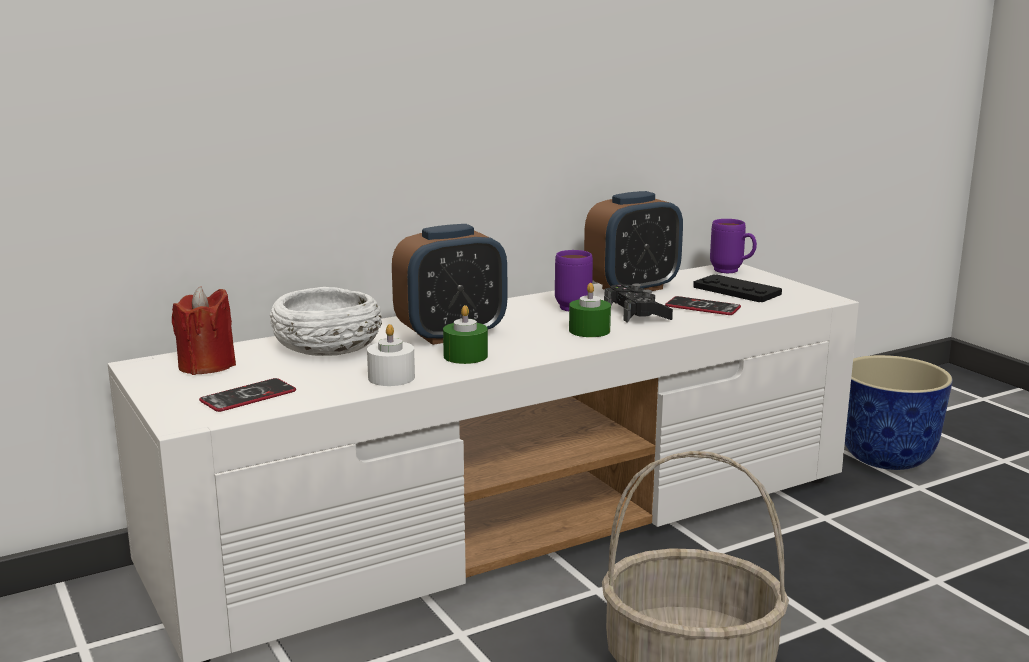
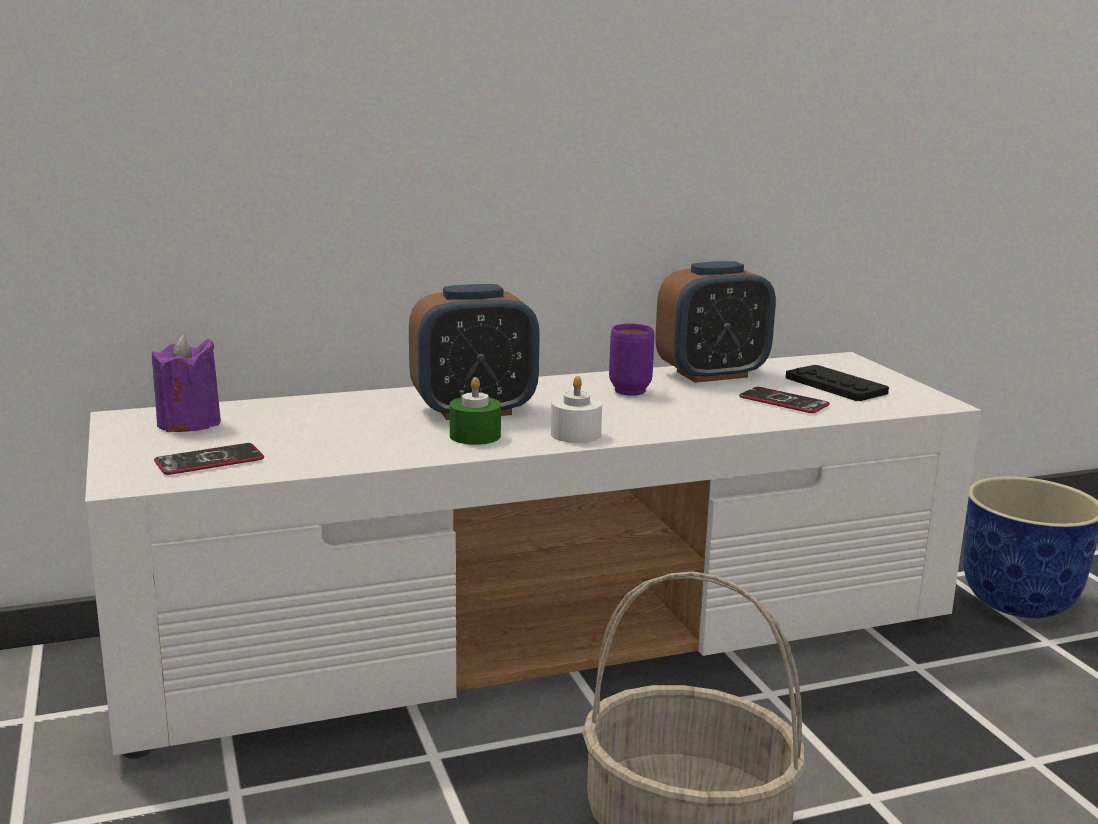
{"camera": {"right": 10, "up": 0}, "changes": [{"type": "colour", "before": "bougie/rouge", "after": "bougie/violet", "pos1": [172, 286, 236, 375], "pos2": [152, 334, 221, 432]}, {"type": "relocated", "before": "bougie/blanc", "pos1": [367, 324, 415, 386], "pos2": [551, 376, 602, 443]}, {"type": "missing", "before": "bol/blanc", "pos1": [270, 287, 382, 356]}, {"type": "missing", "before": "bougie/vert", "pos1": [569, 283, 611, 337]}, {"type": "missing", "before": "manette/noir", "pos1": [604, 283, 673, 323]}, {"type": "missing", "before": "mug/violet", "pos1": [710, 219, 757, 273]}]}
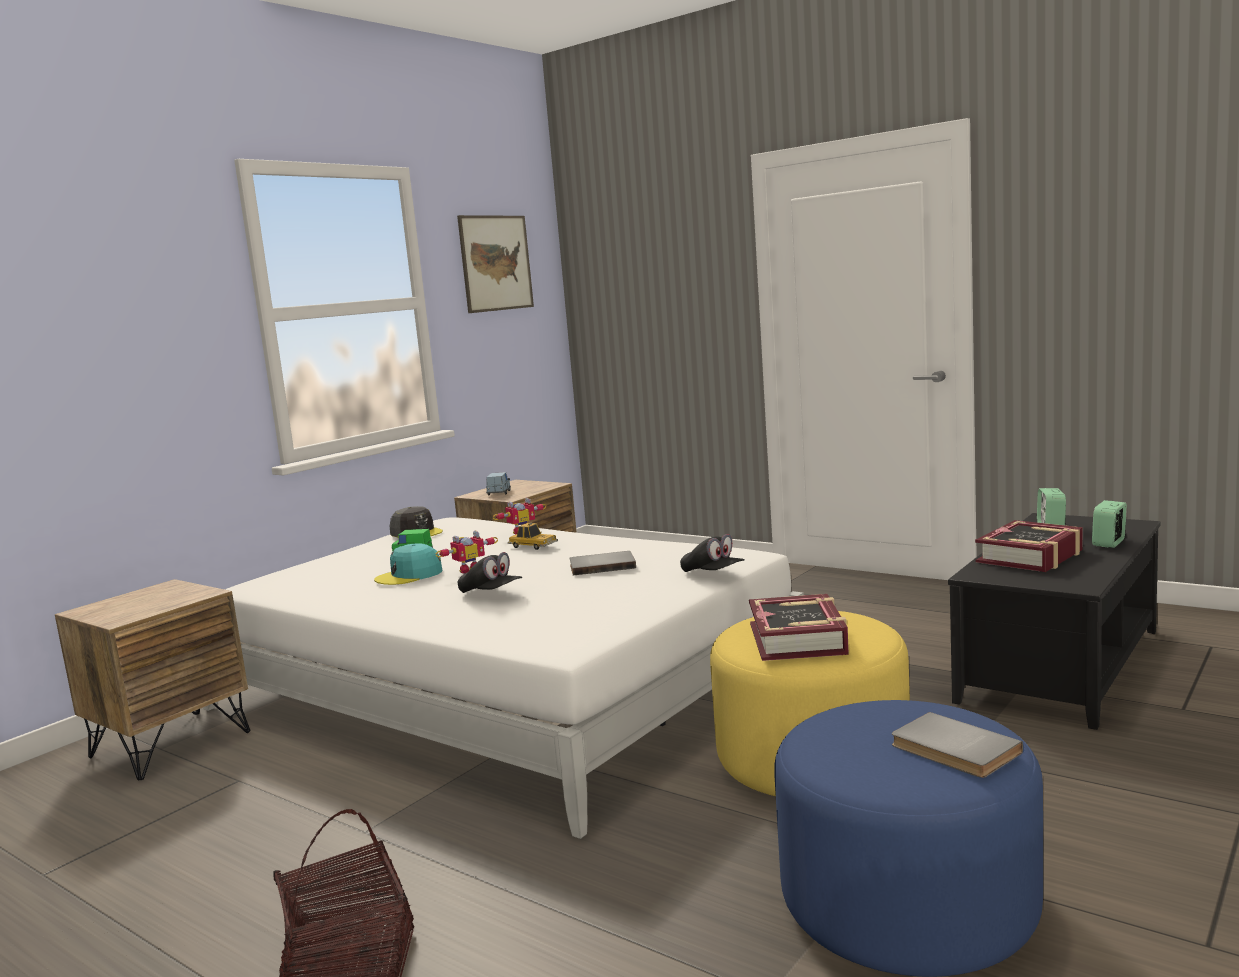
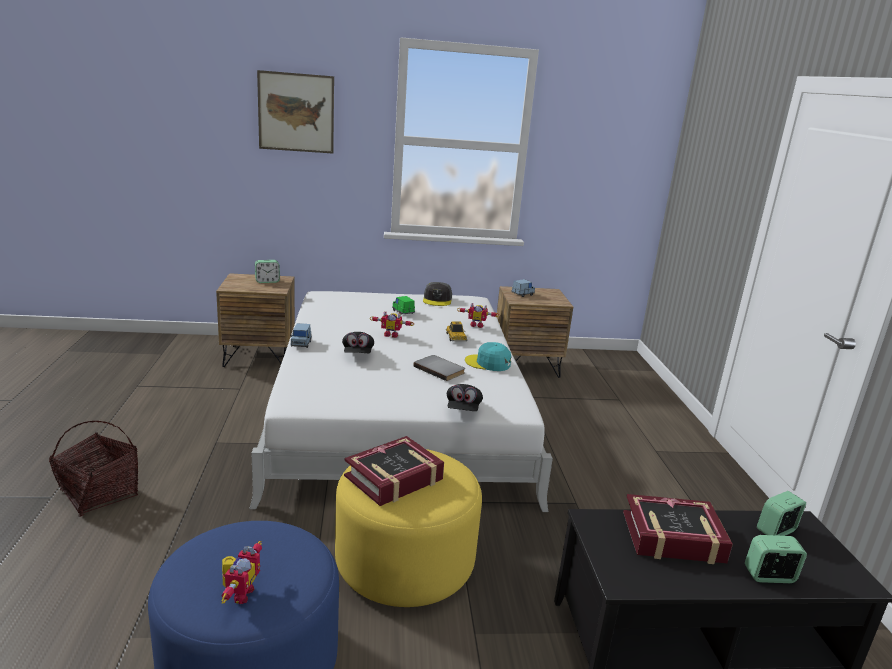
{"camera": {"right": 45, "up": 10}, "changes": [{"type": "exchanged", "before": "livre/gris", "after": "robot jouet", "pos1": [892, 712, 1023, 778], "pos2": [222, 541, 262, 604]}, {"type": "appeared", "after": "réveil", "pos2": [255, 260, 280, 283]}, {"type": "relocated", "before": "tableau", "pos1": [457, 215, 534, 313], "pos2": [257, 70, 334, 153]}, {"type": "appeared", "after": "petite voiture/bleu", "pos2": [290, 323, 312, 348]}, {"type": "relocated", "before": "casquette/turquoise", "pos1": [374, 543, 443, 585], "pos2": [465, 342, 511, 371]}]}
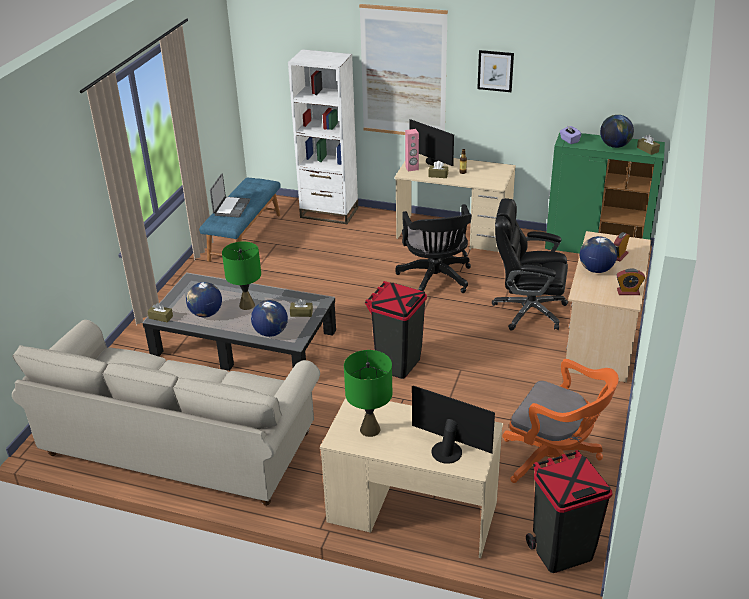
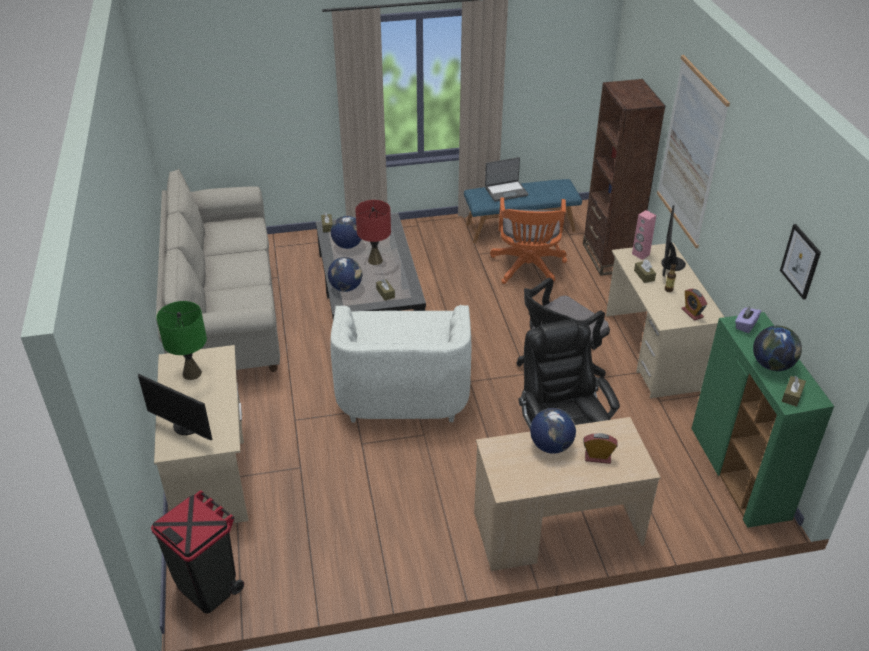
{"camera": {"right": 60, "up": 5}, "changes": [{"type": "spun", "before": "écran d'ordinateur", "pos1": [412, 386, 495, 464], "pos2": [138, 374, 212, 440], "turn": 120}, {"type": "exchanged", "before": "poubelle/noir", "after": "fauteuil/blanc", "pos1": [365, 281, 427, 379], "pos2": [330, 305, 471, 422]}, {"type": "colour", "before": "lampe de table/vert", "after": "lampe de table/rouge", "pos1": [222, 241, 261, 310], "pos2": [355, 200, 391, 265]}, {"type": "relocated", "before": "chaise de bureau/orange", "pos1": [502, 359, 619, 483], "pos2": [490, 197, 567, 284]}, {"type": "colour", "before": "bibliothèque/blanc", "after": "bibliothèque/marron", "pos1": [288, 49, 358, 224], "pos2": [583, 79, 665, 276]}, {"type": "relocated", "before": "réveil", "pos1": [616, 268, 645, 295], "pos2": [681, 289, 707, 321]}, {"type": "relocated", "before": "tableau", "pos1": [477, 50, 514, 92], "pos2": [780, 224, 821, 300]}]}
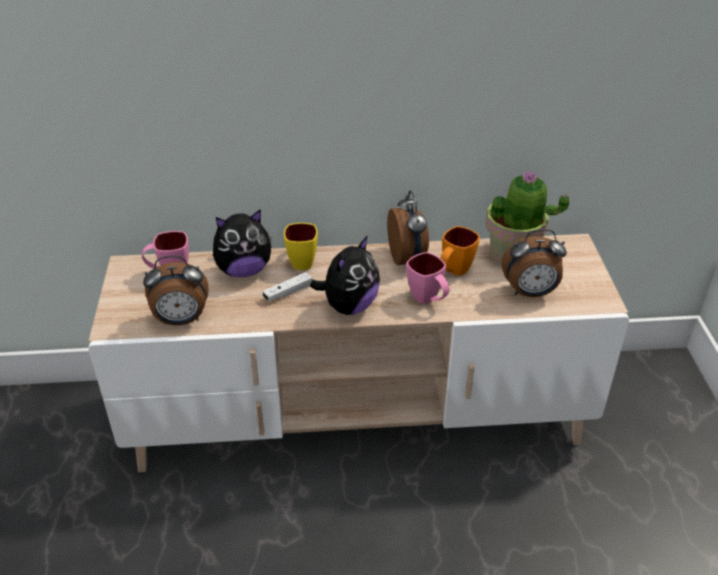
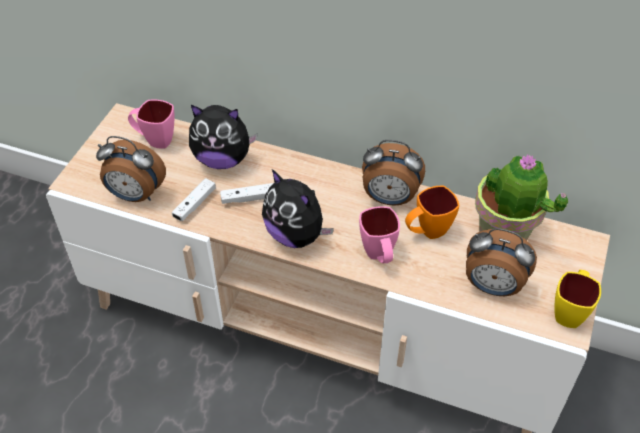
{"camera": {"right": 25, "up": 10}, "changes": [{"type": "appeared", "after": "manette/blanc", "pos2": [172, 178, 216, 221]}, {"type": "spun", "before": "peluche", "pos1": [310, 235, 380, 315], "pos2": [262, 169, 334, 248], "turn": 75}, {"type": "spun", "before": "réveil", "pos1": [387, 191, 429, 265], "pos2": [362, 140, 425, 206], "turn": 90}, {"type": "relocated", "before": "mug/jaune", "pos1": [284, 223, 318, 270], "pos2": [554, 270, 601, 328]}]}
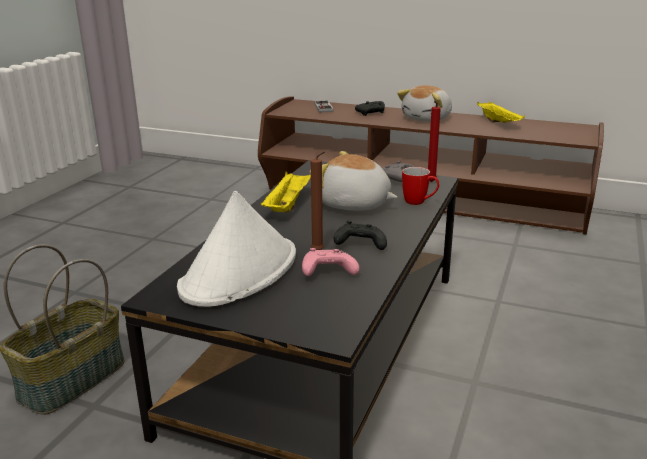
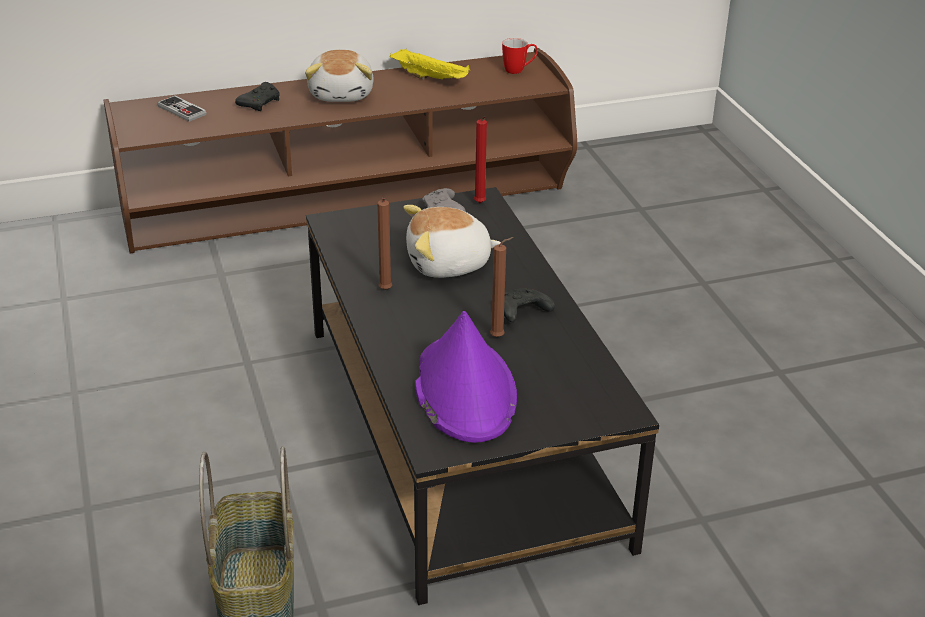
{"camera": {"right": -40, "up": 10}, "changes": [{"type": "exchanged", "before": "plateau/jaune", "after": "bougie/marron", "pos1": [260, 172, 311, 213], "pos2": [377, 198, 392, 290]}, {"type": "colour", "before": "chapeau/blanc", "after": "chapeau/violet", "pos1": [177, 191, 296, 307], "pos2": [415, 311, 517, 443]}, {"type": "relocated", "before": "mug", "pos1": [402, 167, 439, 205], "pos2": [502, 38, 538, 74]}, {"type": "missing", "before": "manette/rose", "pos1": [302, 248, 359, 276]}]}
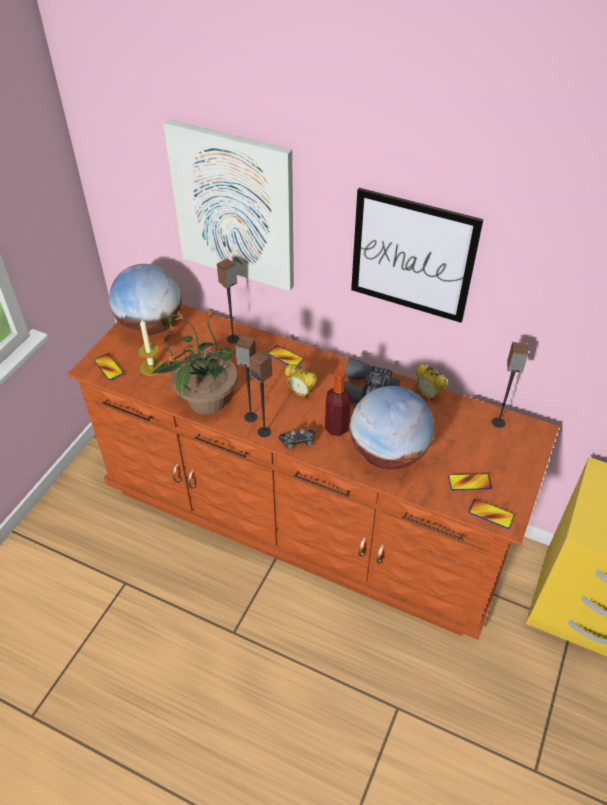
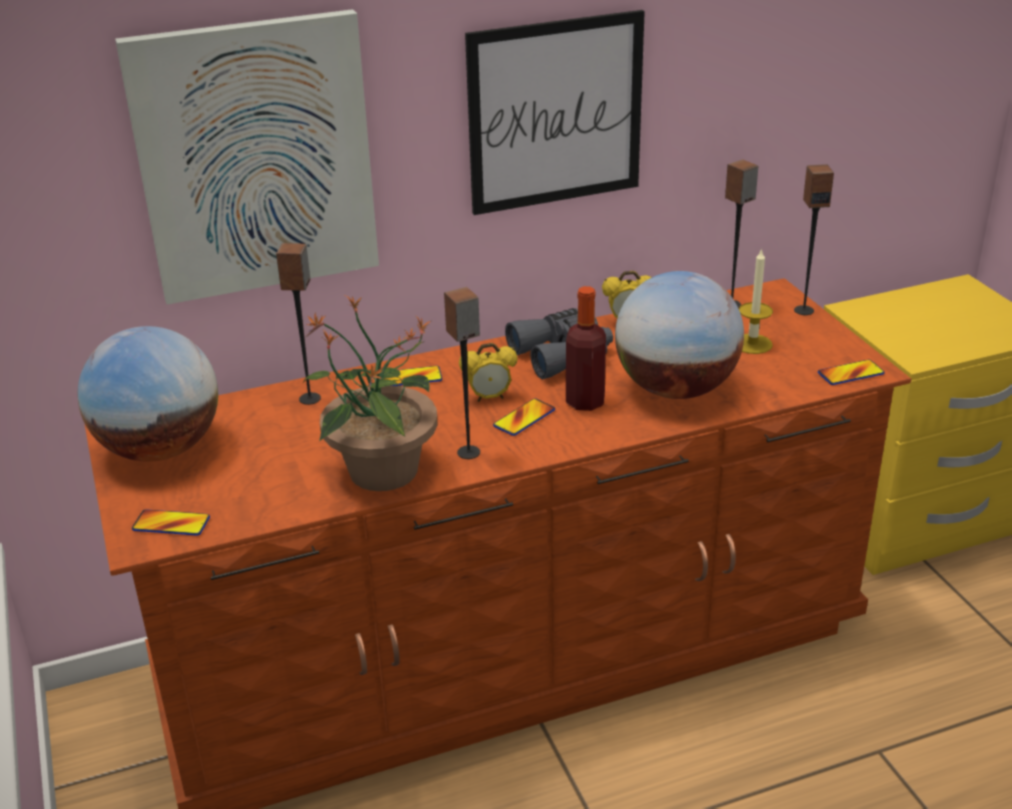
{"camera": {"right": -45, "up": -15}, "changes": [{"type": "relocated", "before": "téléphone", "pos1": [448, 474, 492, 490], "pos2": [493, 398, 555, 436]}, {"type": "relocated", "before": "bougie", "pos1": [138, 319, 163, 376], "pos2": [739, 248, 773, 354]}, {"type": "relocated", "before": "enceinte", "pos1": [249, 350, 272, 437], "pos2": [794, 164, 834, 315]}, {"type": "missing", "before": "manette", "pos1": [278, 428, 315, 450]}]}
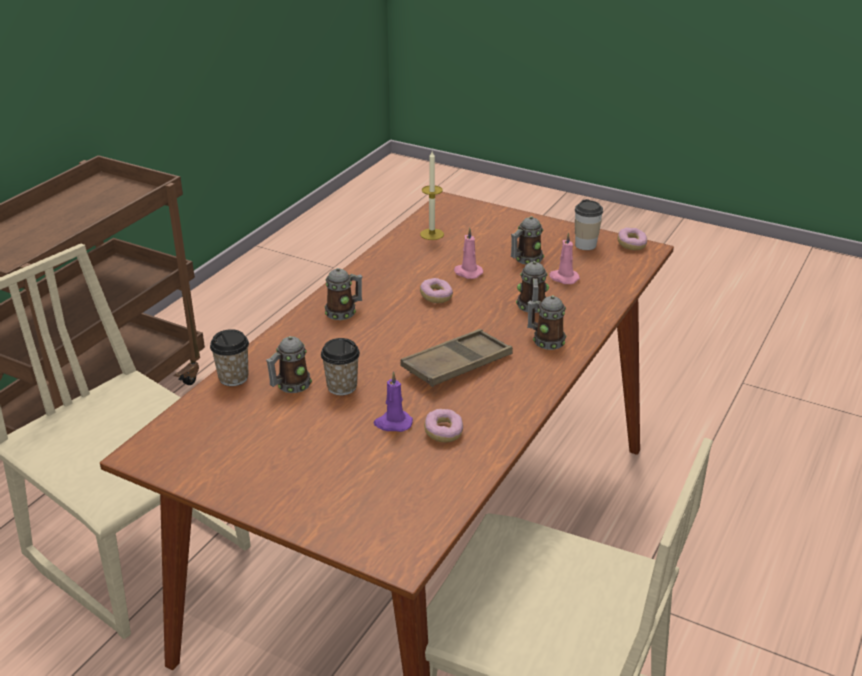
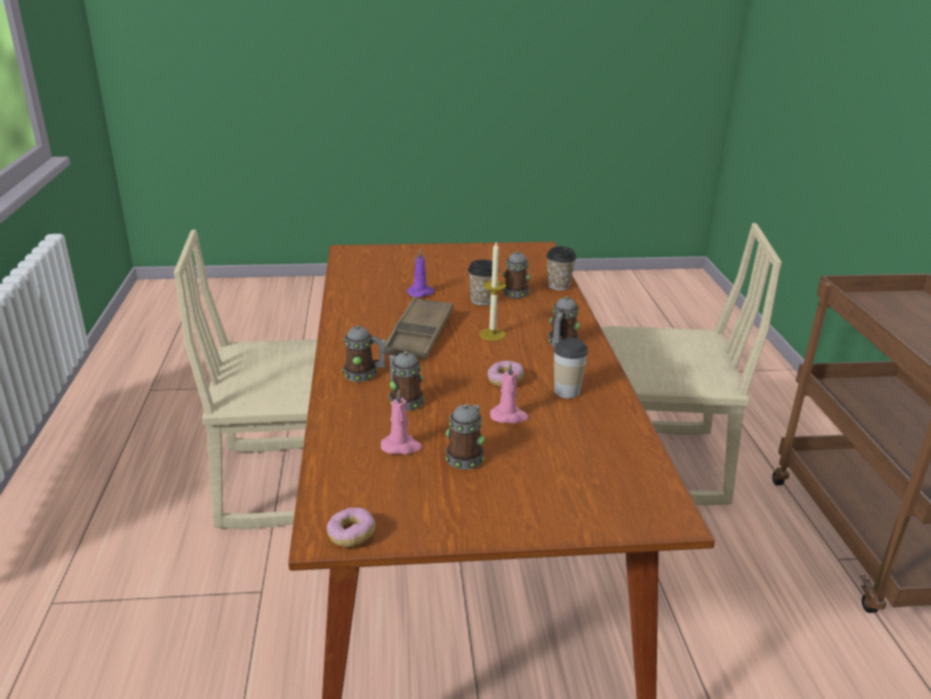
{"camera": {"right": 145, "up": -5}, "changes": [{"type": "relocated", "before": "bougie", "pos1": [420, 151, 444, 240], "pos2": [479, 242, 506, 341]}, {"type": "relocated", "before": "tasse", "pos1": [575, 199, 603, 250], "pos2": [553, 338, 588, 398]}, {"type": "missing", "before": "beignet", "pos1": [424, 409, 463, 442]}]}
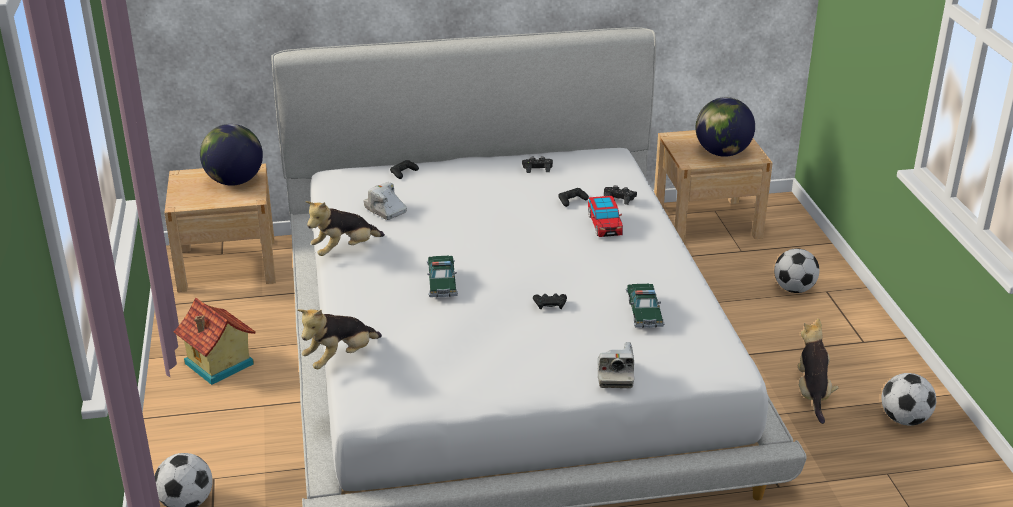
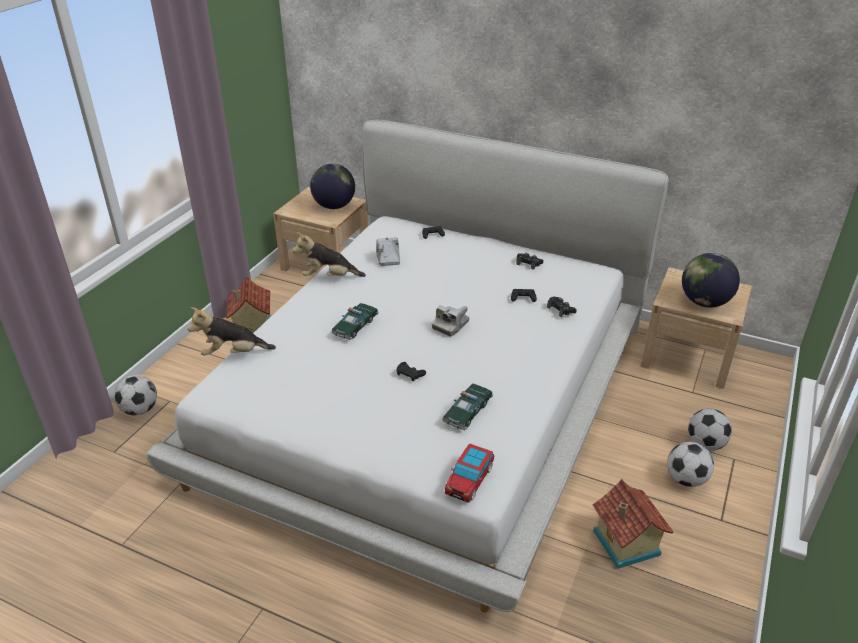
{"camera": {"right": 35, "up": 5}, "changes": [{"type": "relocated", "before": "appareil photo", "pos1": [598, 342, 634, 388], "pos2": [432, 306, 469, 336]}, {"type": "relocated", "before": "petite voiture", "pos1": [588, 196, 623, 237], "pos2": [445, 444, 494, 503]}, {"type": "exchanged", "before": "peluche", "after": "maison miniature", "pos1": [798, 318, 839, 424], "pos2": [592, 479, 673, 569]}, {"type": "relocated", "before": "ballon de foot", "pos1": [882, 373, 936, 426], "pos2": [667, 442, 714, 487]}]}
